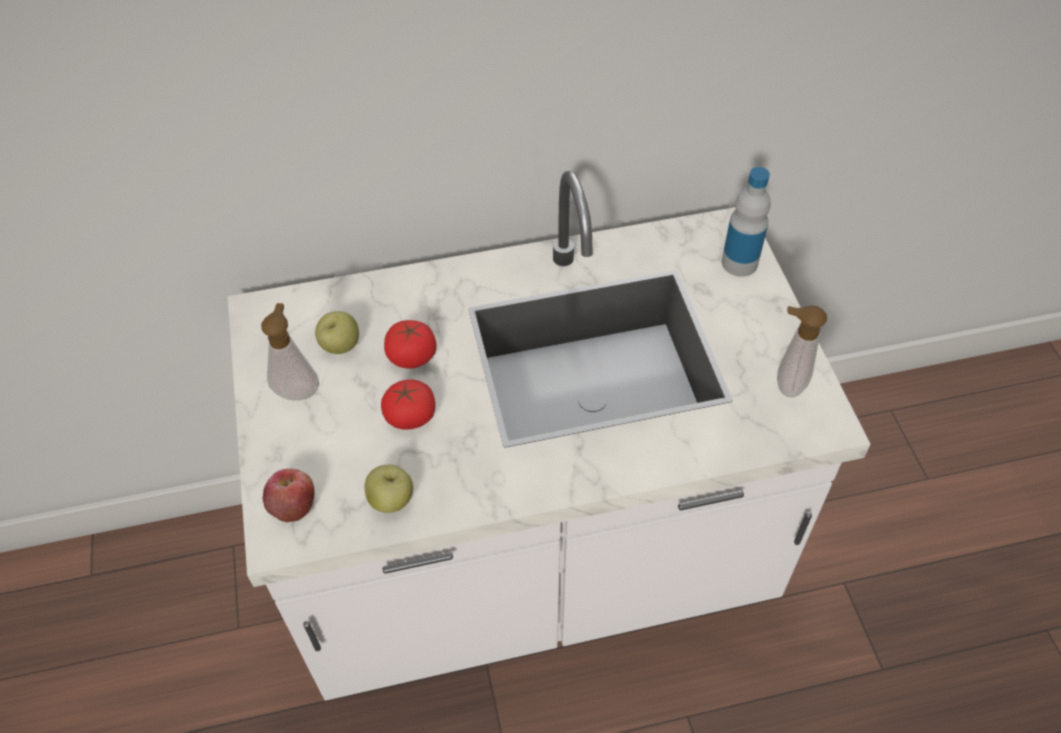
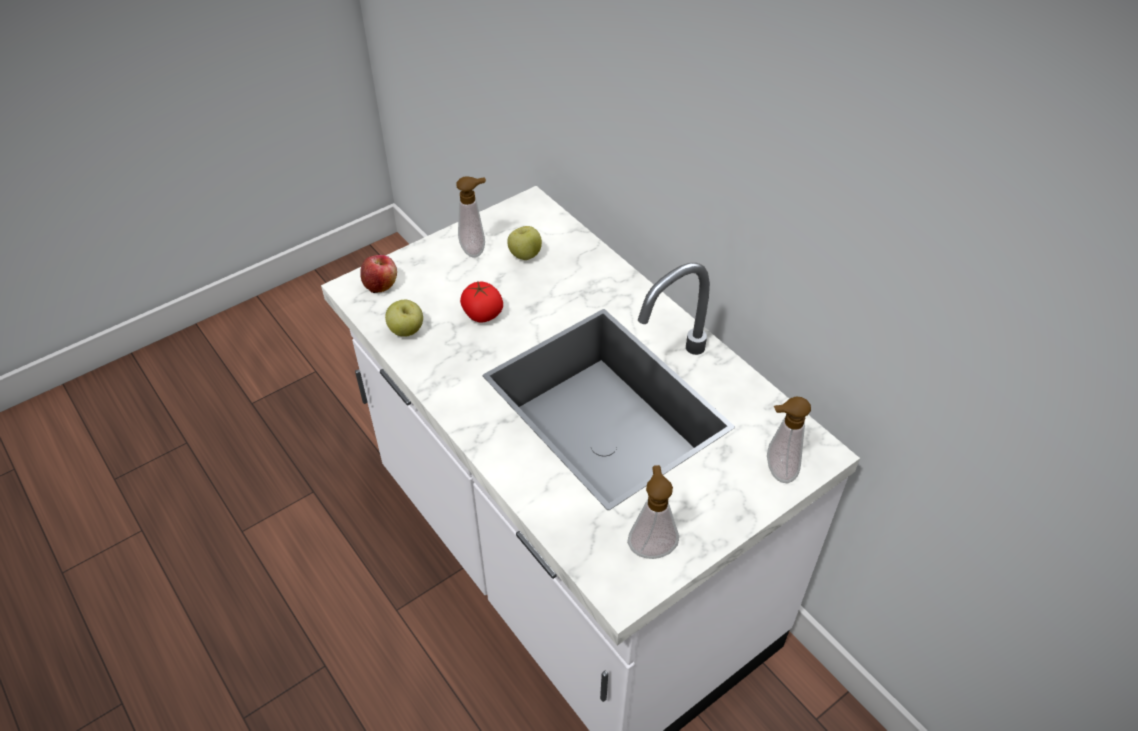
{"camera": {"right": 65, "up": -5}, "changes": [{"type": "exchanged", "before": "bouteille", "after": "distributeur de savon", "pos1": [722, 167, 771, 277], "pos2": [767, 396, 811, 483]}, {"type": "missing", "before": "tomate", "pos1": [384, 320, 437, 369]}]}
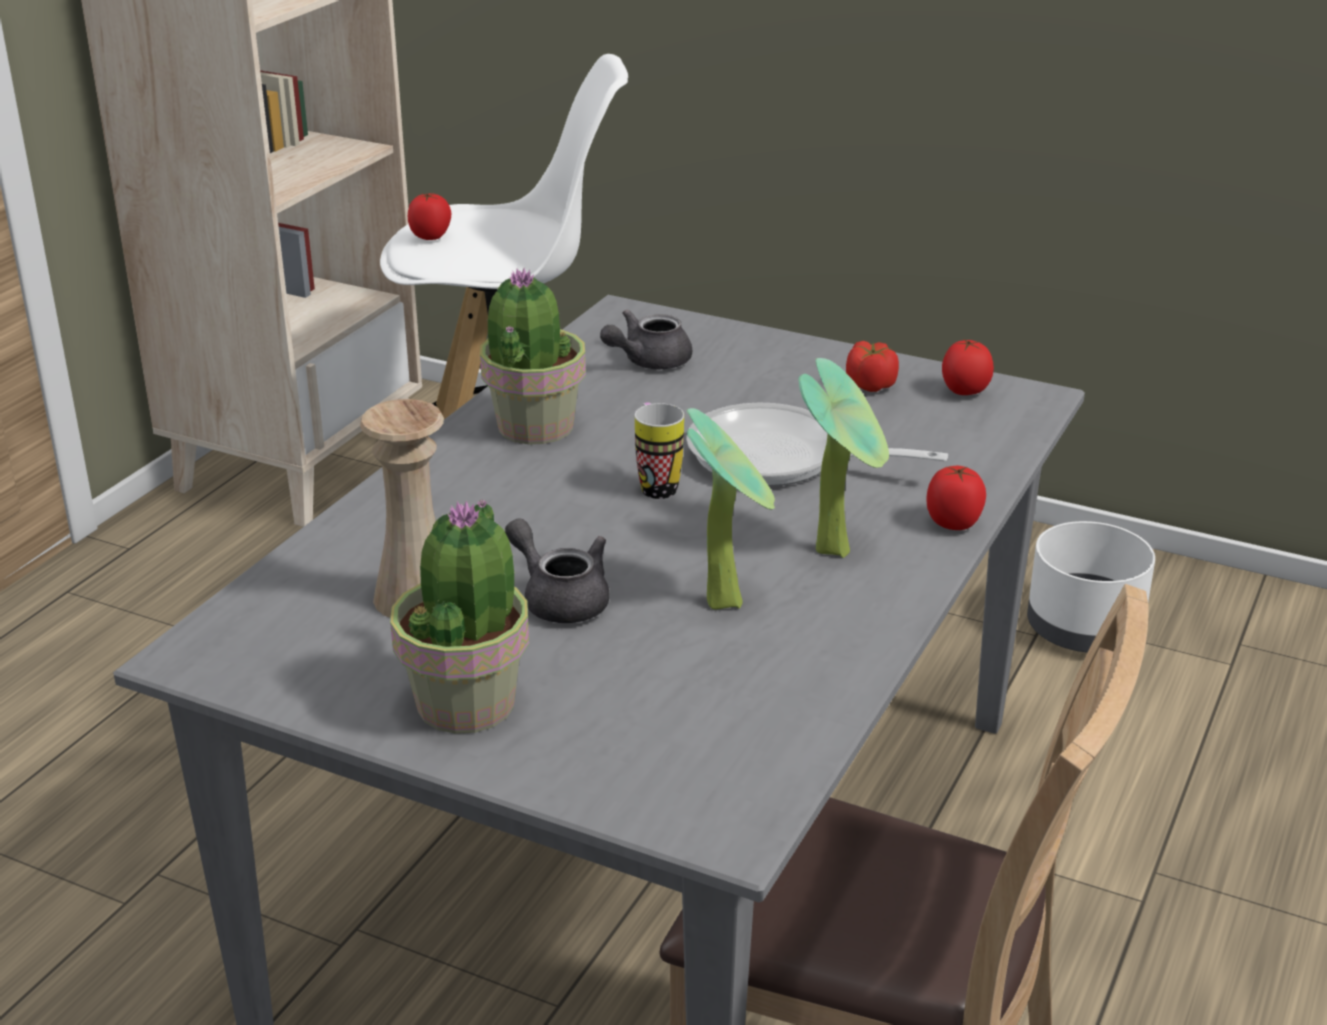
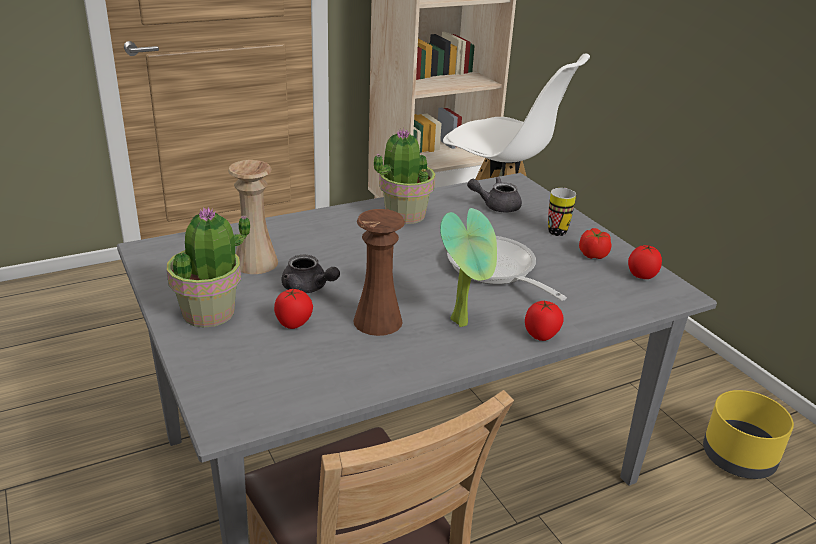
{"camera": {"right": 35, "up": 0}, "changes": [{"type": "relocated", "before": "tomate", "pos1": [408, 193, 451, 240], "pos2": [274, 289, 313, 329]}, {"type": "spun", "before": "théière/gris", "pos1": [505, 518, 610, 623], "pos2": [281, 255, 340, 293], "turn": 135}, {"type": "exchanged", "before": "plante en pot", "after": "vase/marron", "pos1": [686, 408, 775, 609], "pos2": [353, 209, 405, 336]}, {"type": "relocated", "before": "mug", "pos1": [635, 403, 684, 499], "pos2": [548, 188, 576, 236]}, {"type": "colour", "before": "cache-pot/blanc", "after": "cache-pot/jaune", "pos1": [1027, 521, 1155, 653], "pos2": [703, 390, 794, 479]}]}
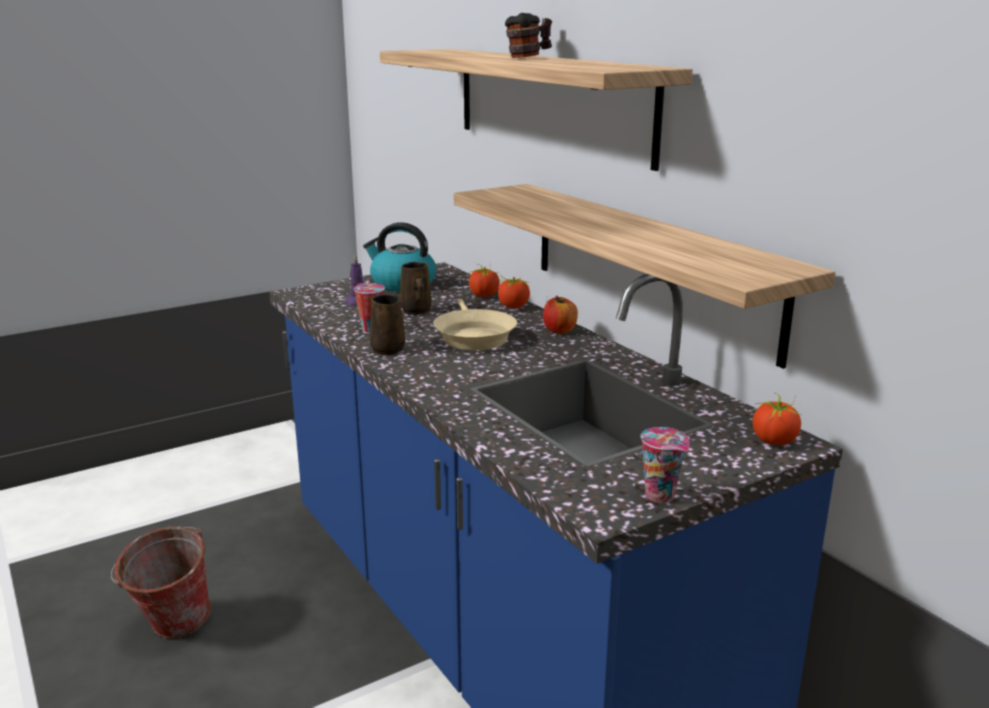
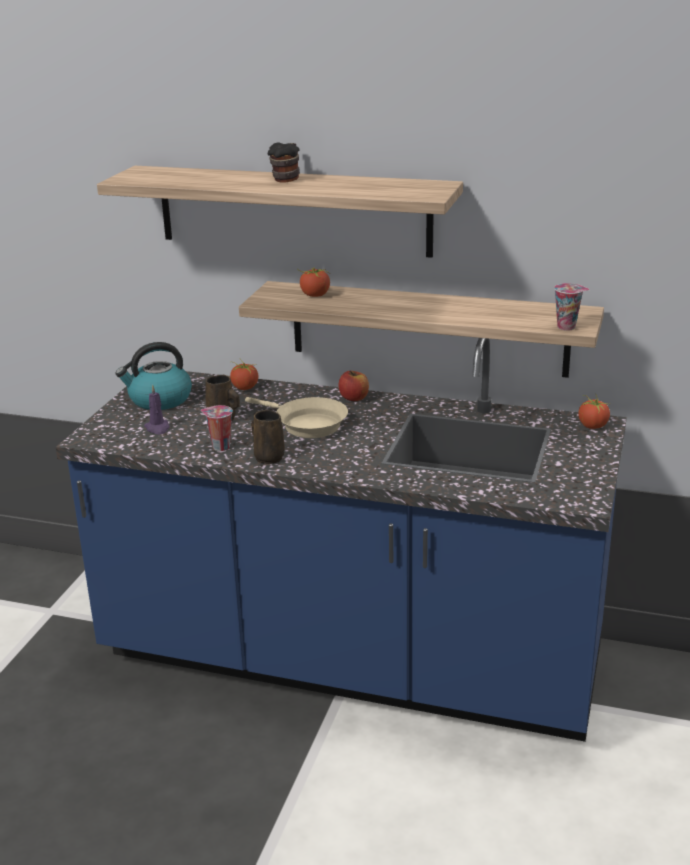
{"camera": {"right": -40, "up": 5}, "changes": [{"type": "relocated", "before": "tomate", "pos1": [498, 275, 531, 308], "pos2": [297, 268, 330, 297]}, {"type": "relocated", "before": "tasse", "pos1": [641, 427, 689, 503], "pos2": [554, 283, 589, 331]}, {"type": "missing", "before": "seau", "pos1": [111, 526, 211, 639]}]}
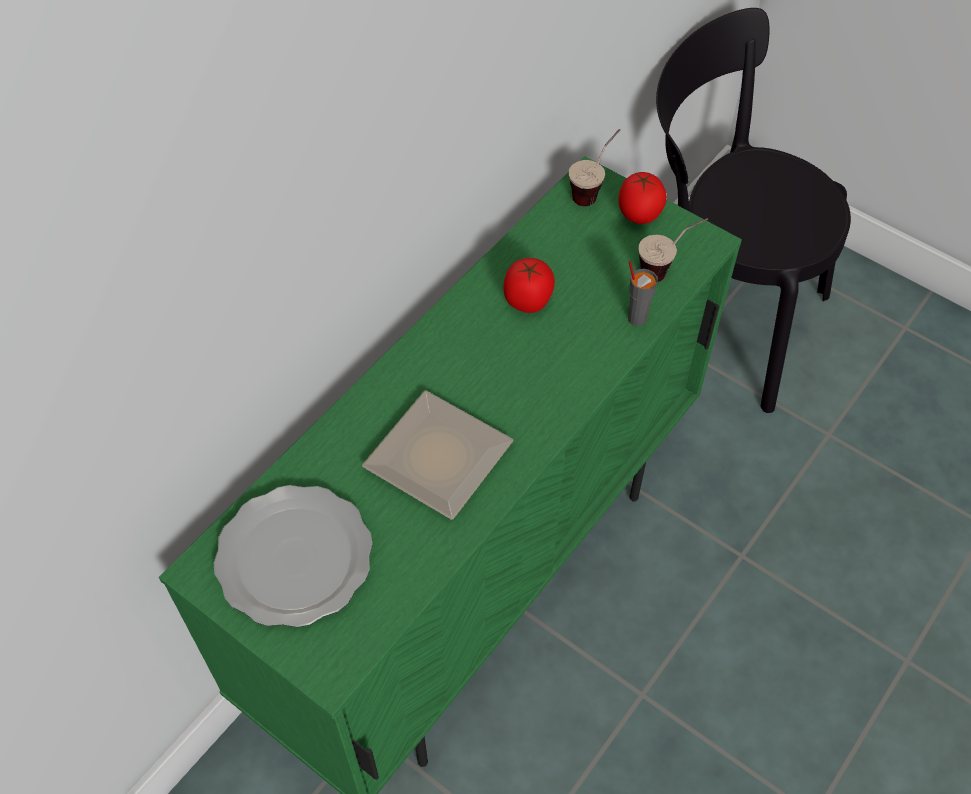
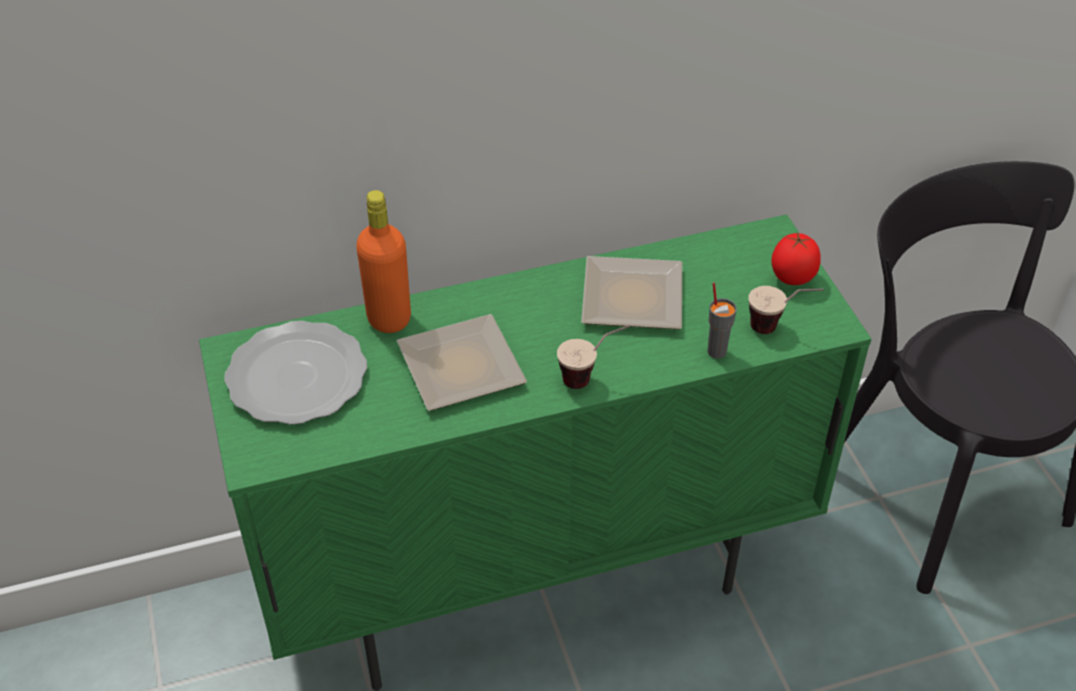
{"camera": {"right": 35, "up": -10}, "changes": [{"type": "appeared", "after": "bouteille/orange", "pos2": [356, 190, 411, 333]}, {"type": "relocated", "before": "tasse", "pos1": [569, 129, 620, 206], "pos2": [557, 325, 630, 389]}, {"type": "exchanged", "before": "tomate", "after": "assiette", "pos1": [503, 258, 555, 313], "pos2": [581, 256, 682, 329]}]}
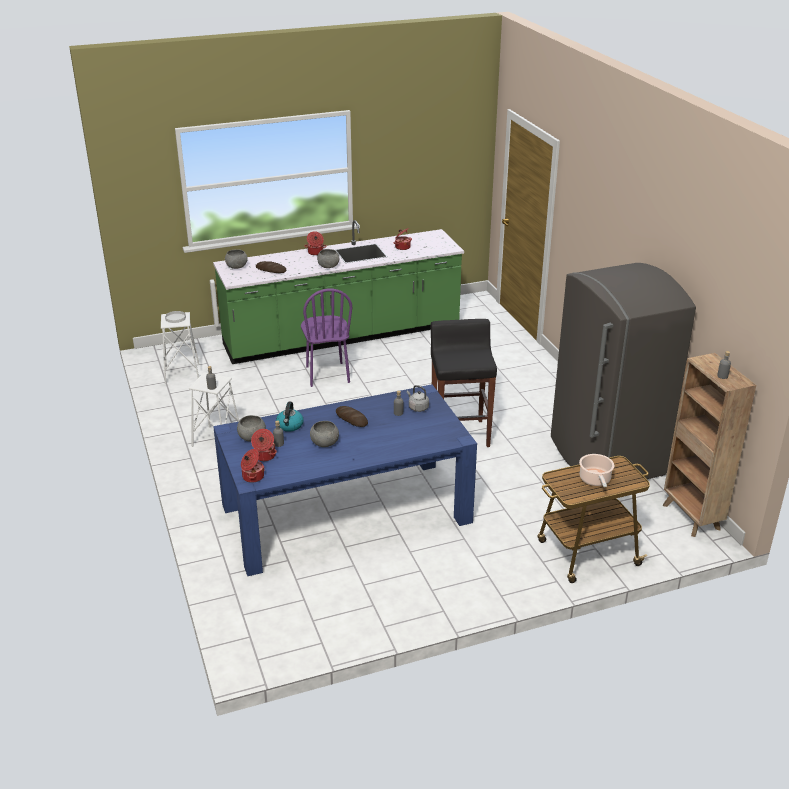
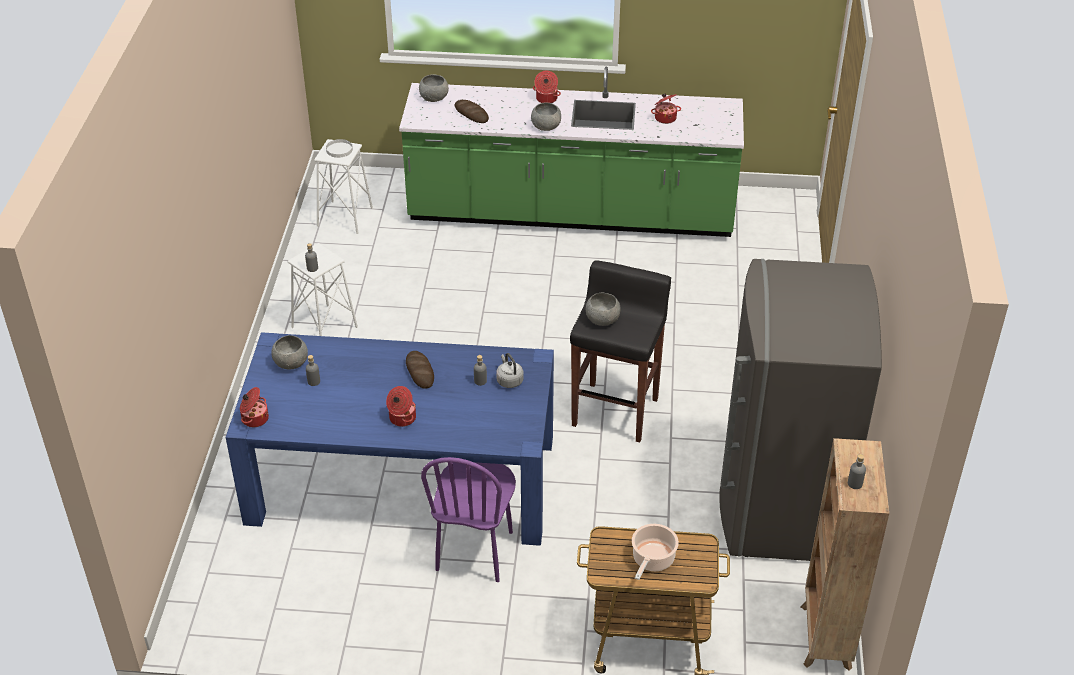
{"camera": {"right": 25, "up": 10}, "changes": [{"type": "relocated", "before": "marmite", "pos1": [251, 429, 277, 461], "pos2": [386, 386, 416, 427]}, {"type": "relocated", "before": "chaise/violet", "pos1": [301, 289, 353, 387], "pos2": [421, 457, 516, 582]}, {"type": "relocated", "before": "bol/gris", "pos1": [310, 421, 339, 447], "pos2": [586, 293, 621, 326]}, {"type": "missing", "before": "bouilloire", "pos1": [276, 402, 304, 432]}]}
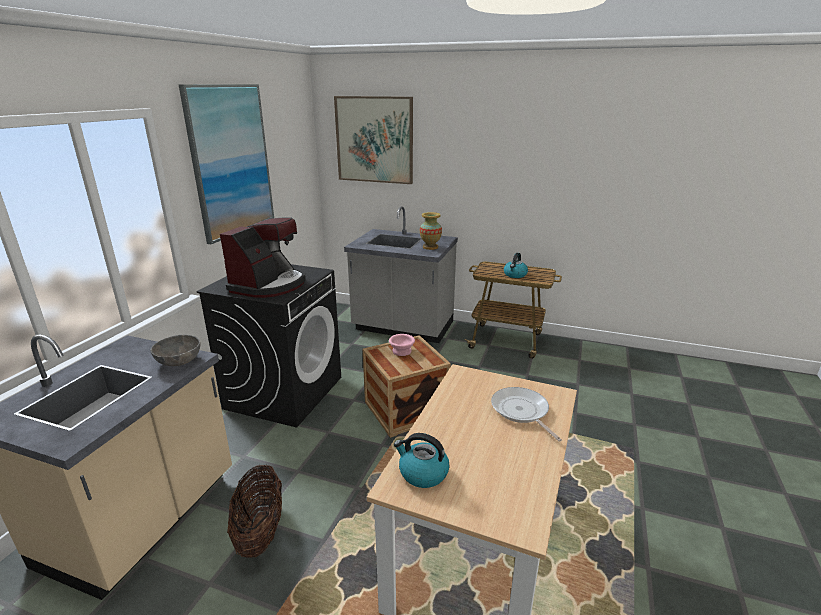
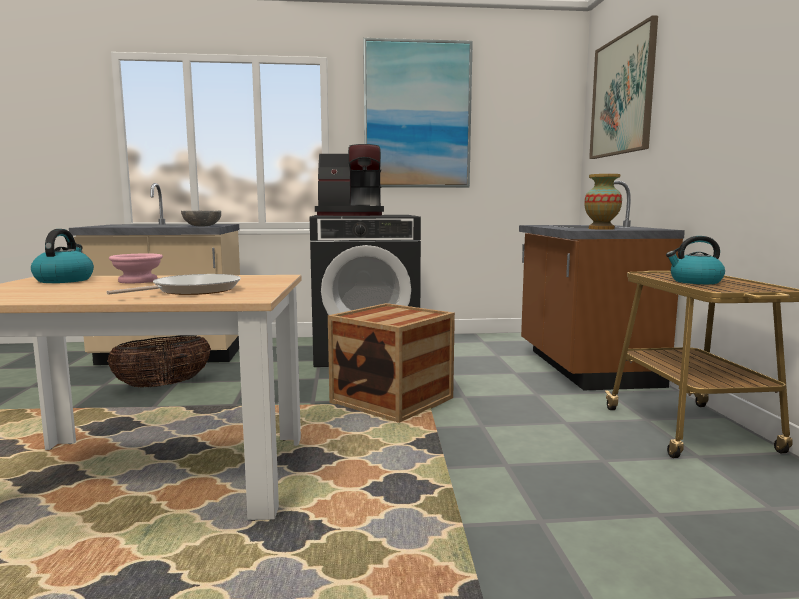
{"camera": {"right": 65, "up": -15}, "changes": [{"type": "relocated", "before": "bol/rose", "pos1": [389, 334, 415, 356], "pos2": [109, 253, 163, 283]}, {"type": "colour", "before": "comptoir de cuisine/gris", "after": "comptoir de cuisine/marron", "pos1": [344, 206, 458, 343], "pos2": [519, 181, 685, 390]}]}
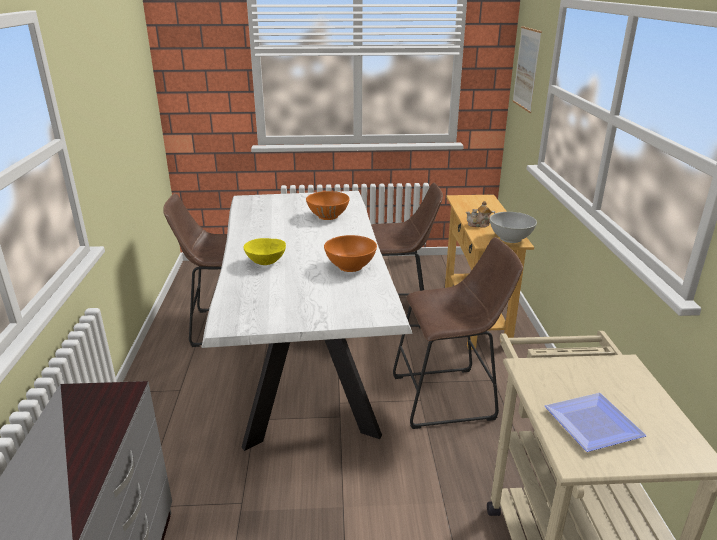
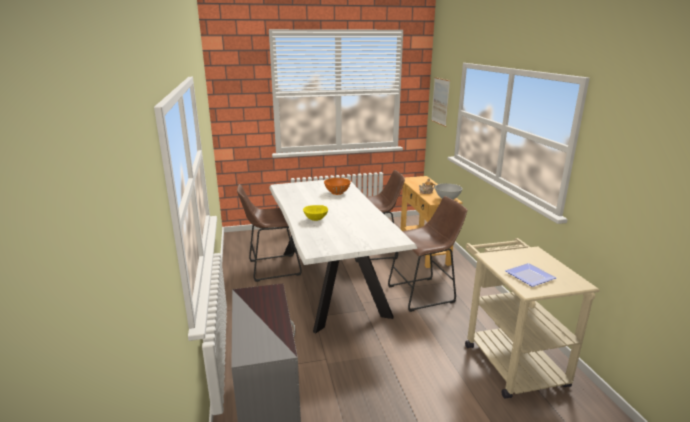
{"camera": {"right": -10, "up": -5}, "changes": [{"type": "missing", "before": "bol/orange", "pos1": [324, 235, 377, 272]}]}
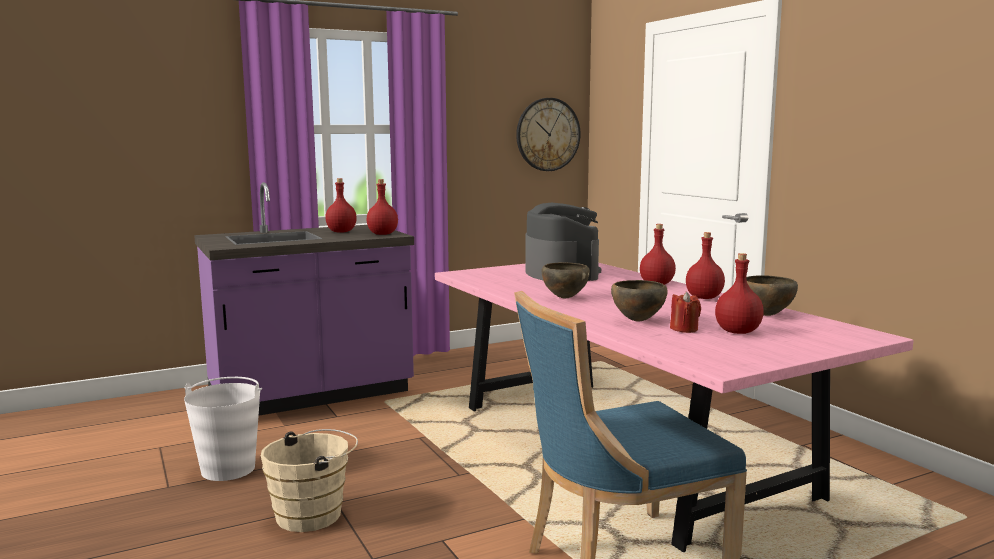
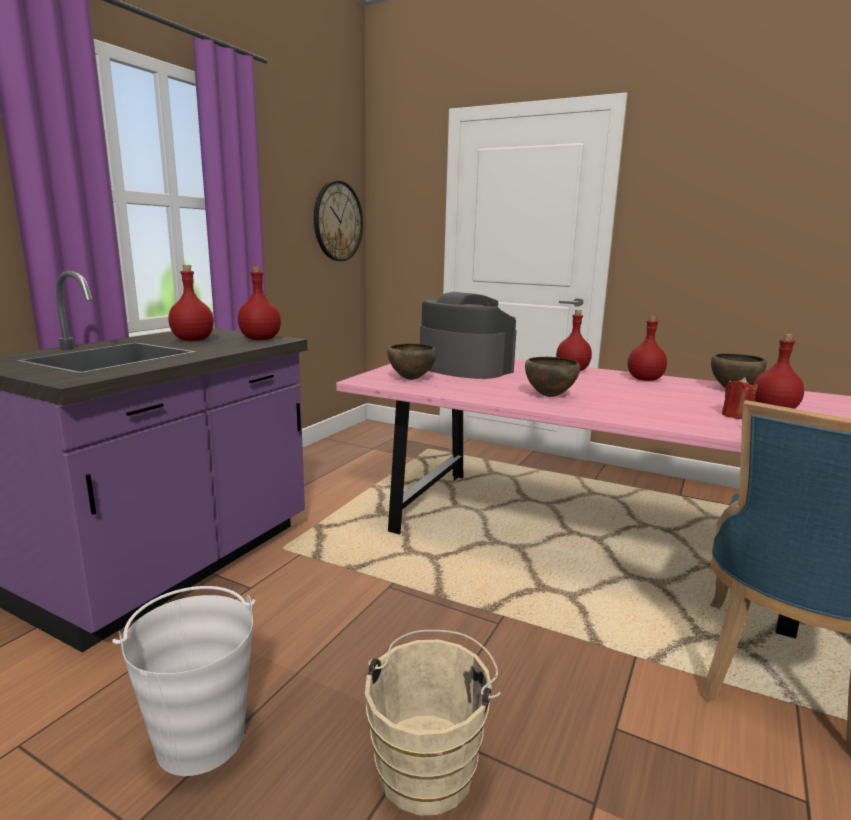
{"camera": {"right": -35, "up": 5}, "changes": [{"type": "relocated", "before": "bol/marron", "pos1": [611, 280, 668, 322], "pos2": [387, 343, 437, 380]}]}
